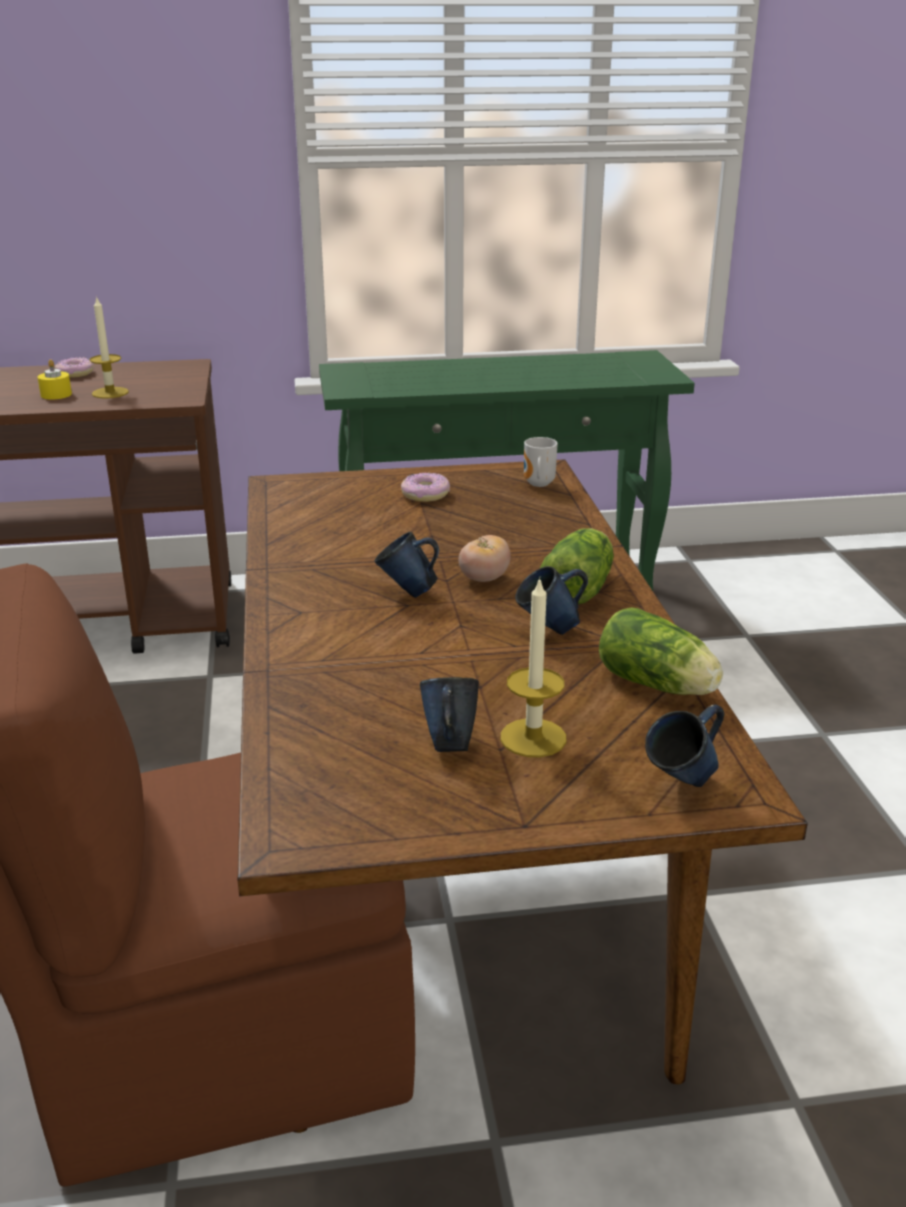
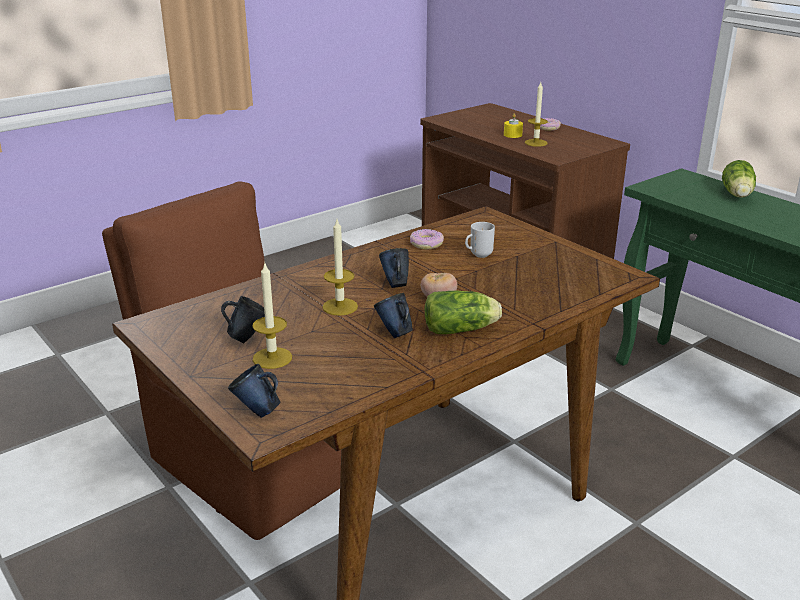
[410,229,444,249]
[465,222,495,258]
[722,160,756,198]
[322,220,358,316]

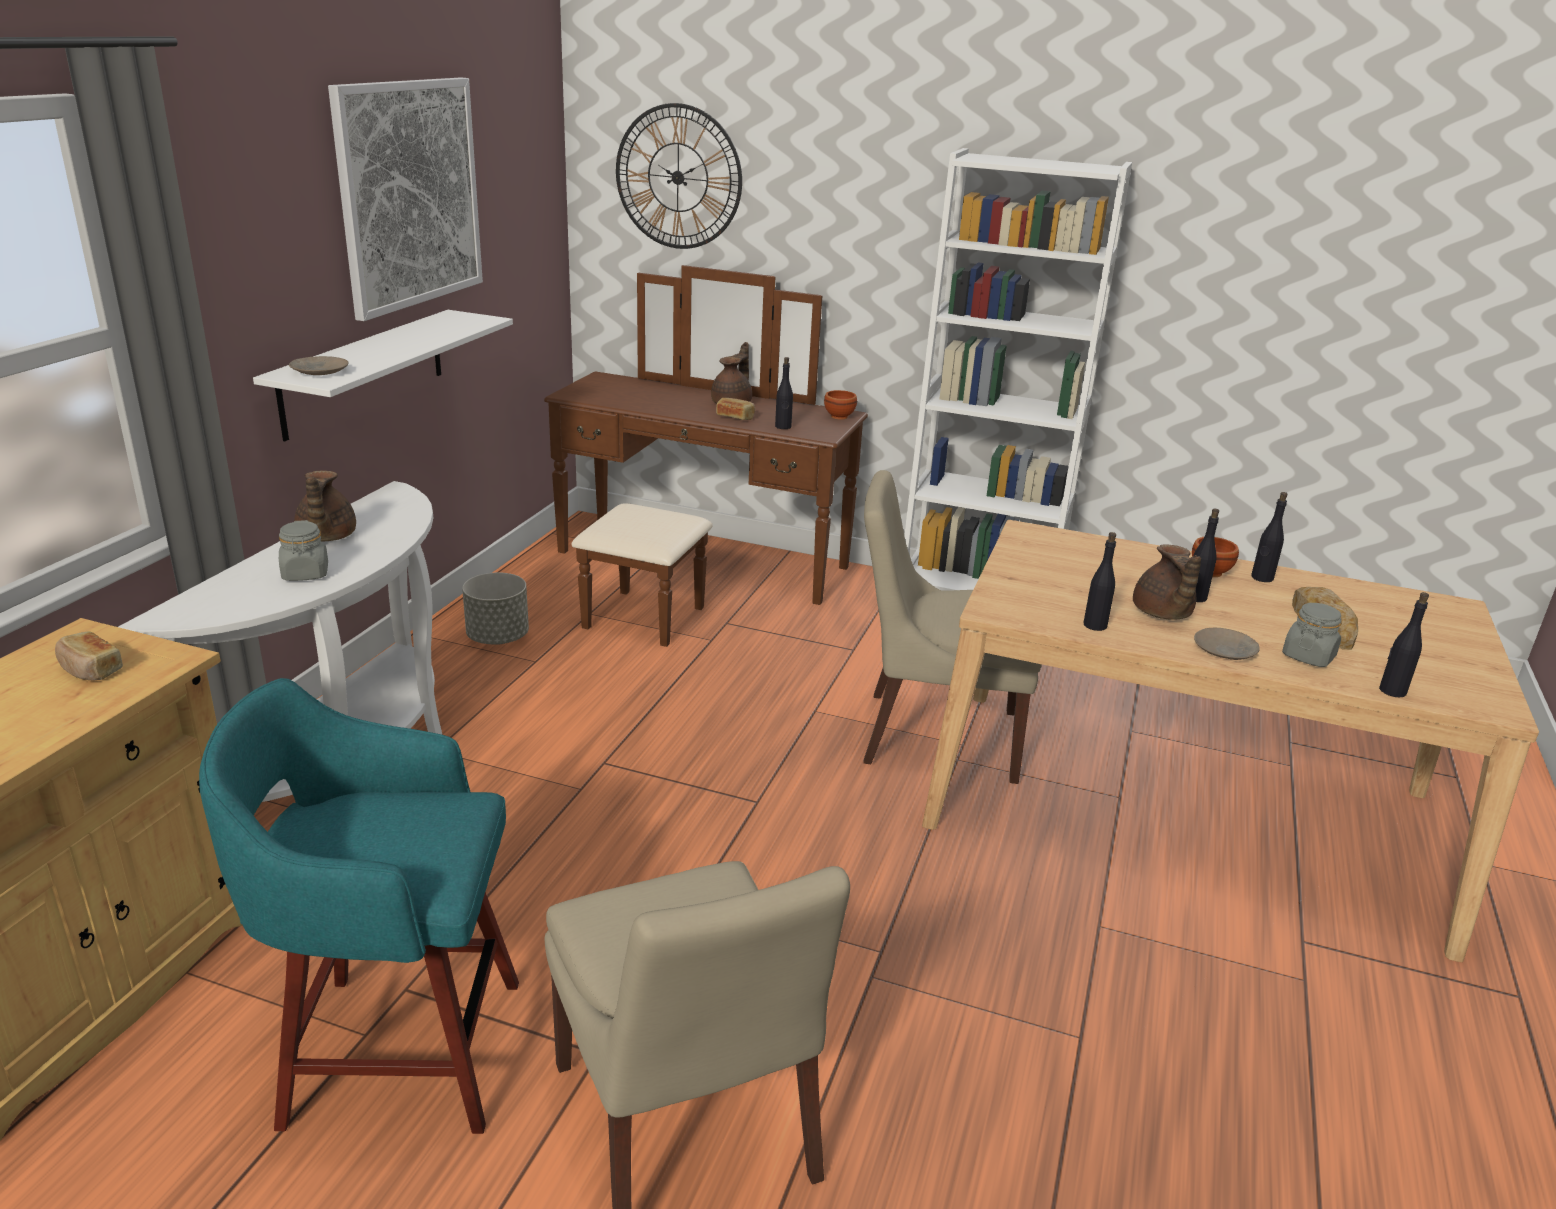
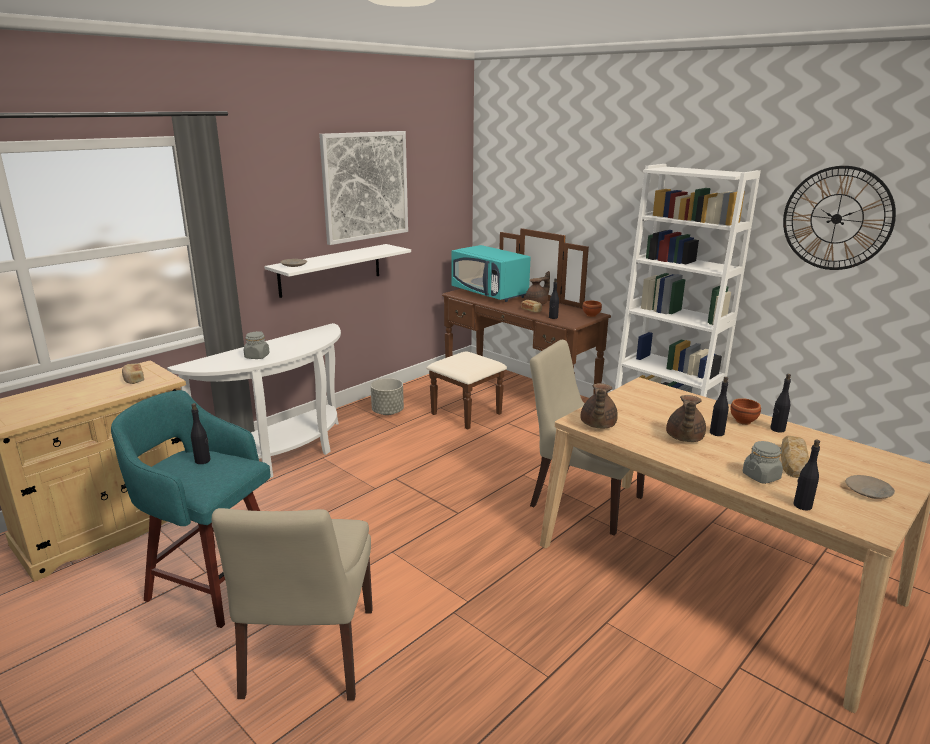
[581,383,618,428]
[783,166,896,270]
[191,403,210,464]
[846,475,895,499]
[451,245,531,302]

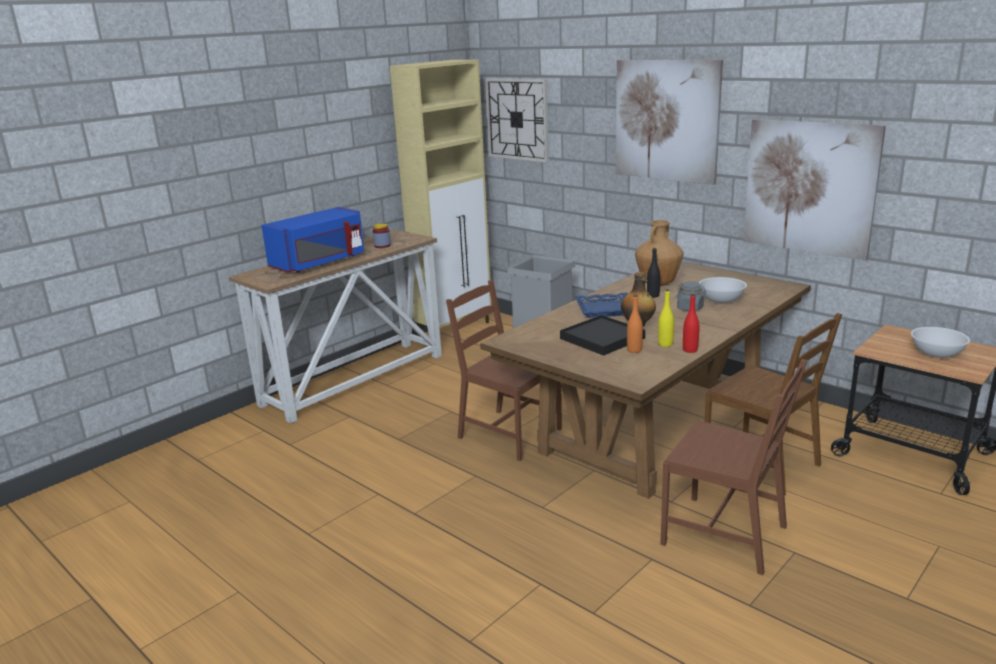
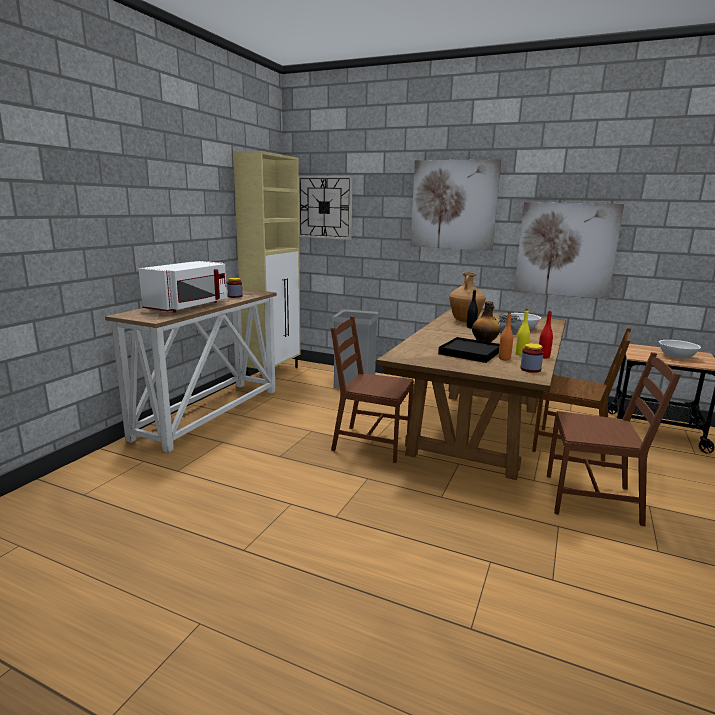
[139,261,227,312]
[575,293,628,318] (first image)
[520,343,543,373]

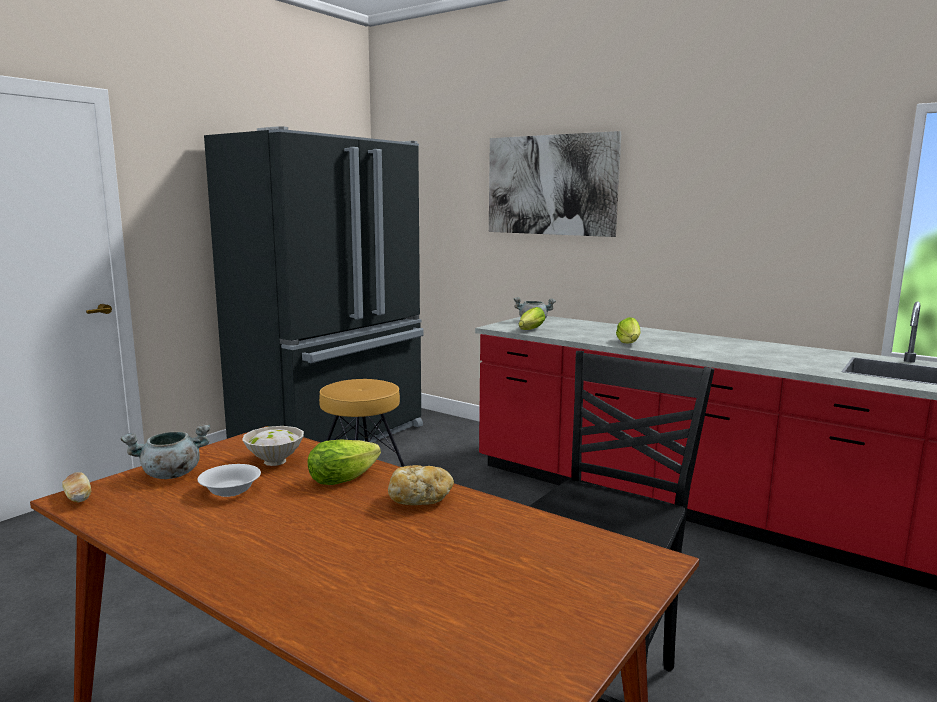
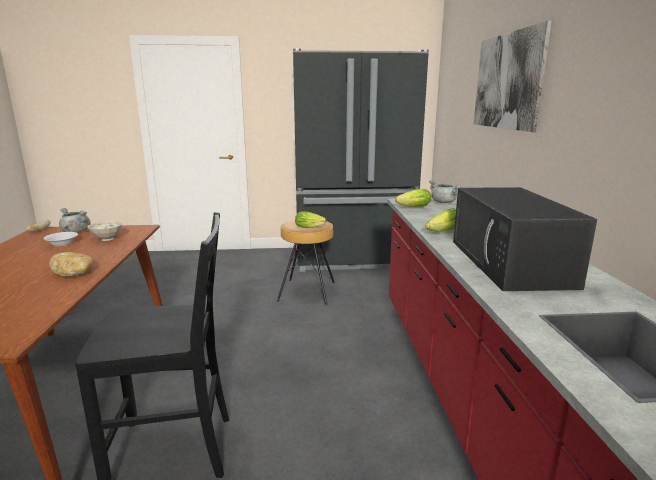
[295,211,326,228]
[453,187,597,291]

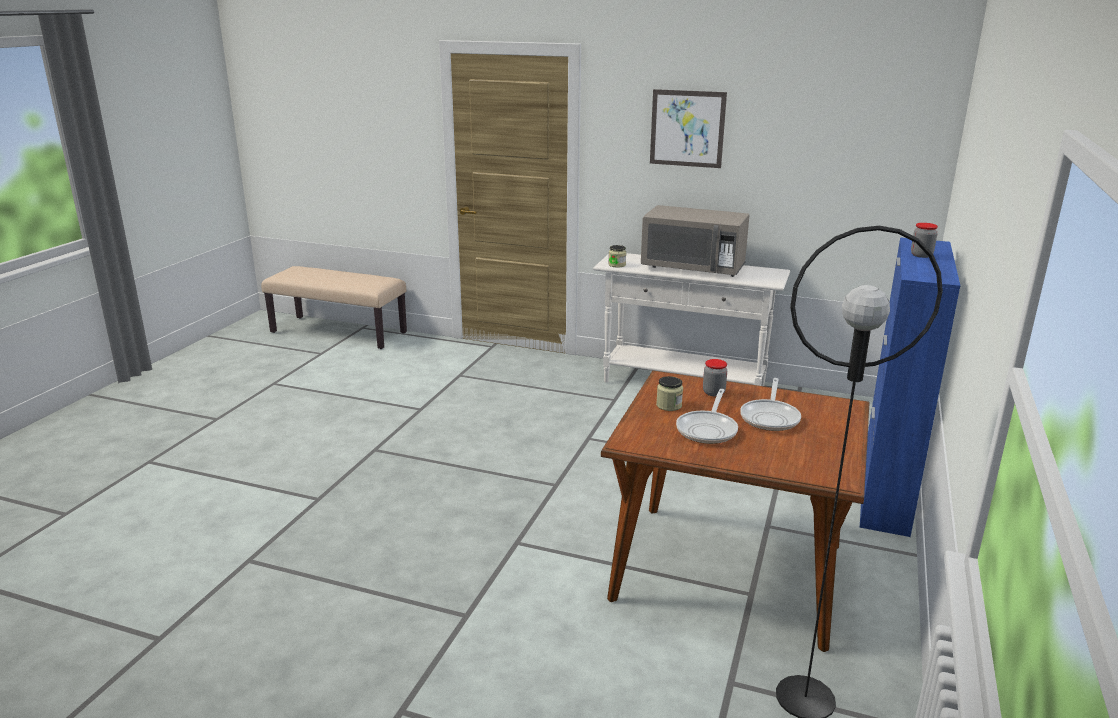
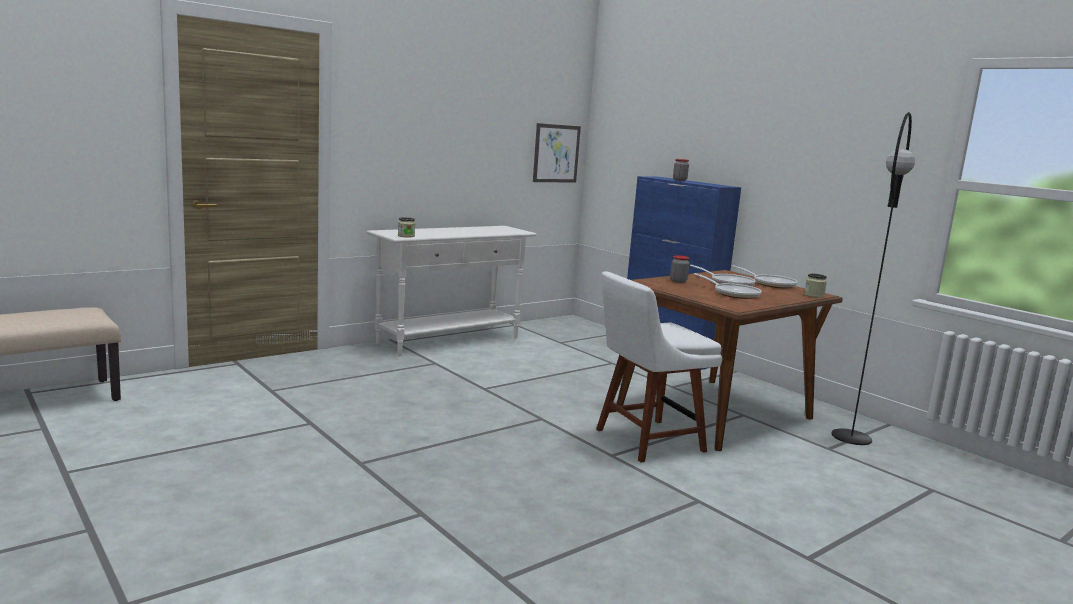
[641,205,749,277] (first image)
[533,123,581,183]
[804,273,827,298]
[596,271,722,463]
[733,265,798,288]

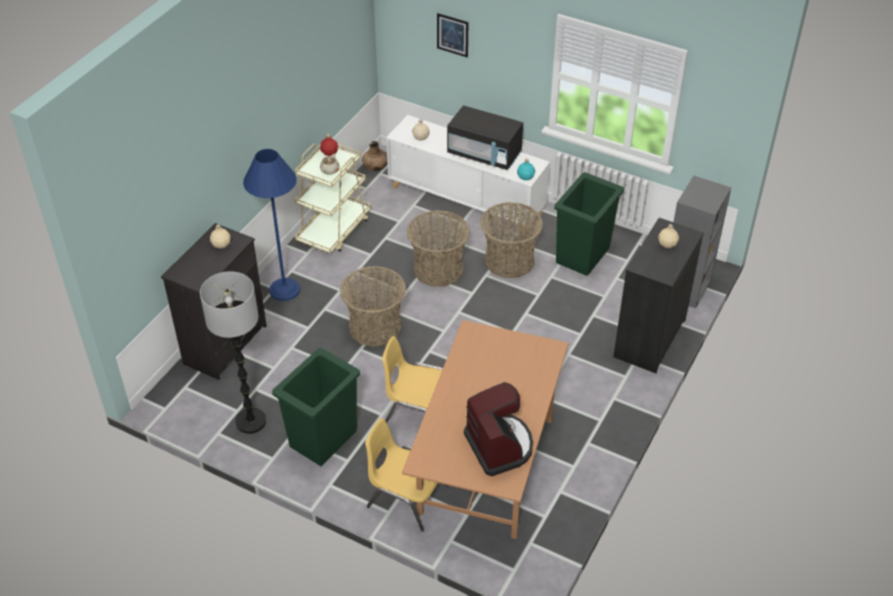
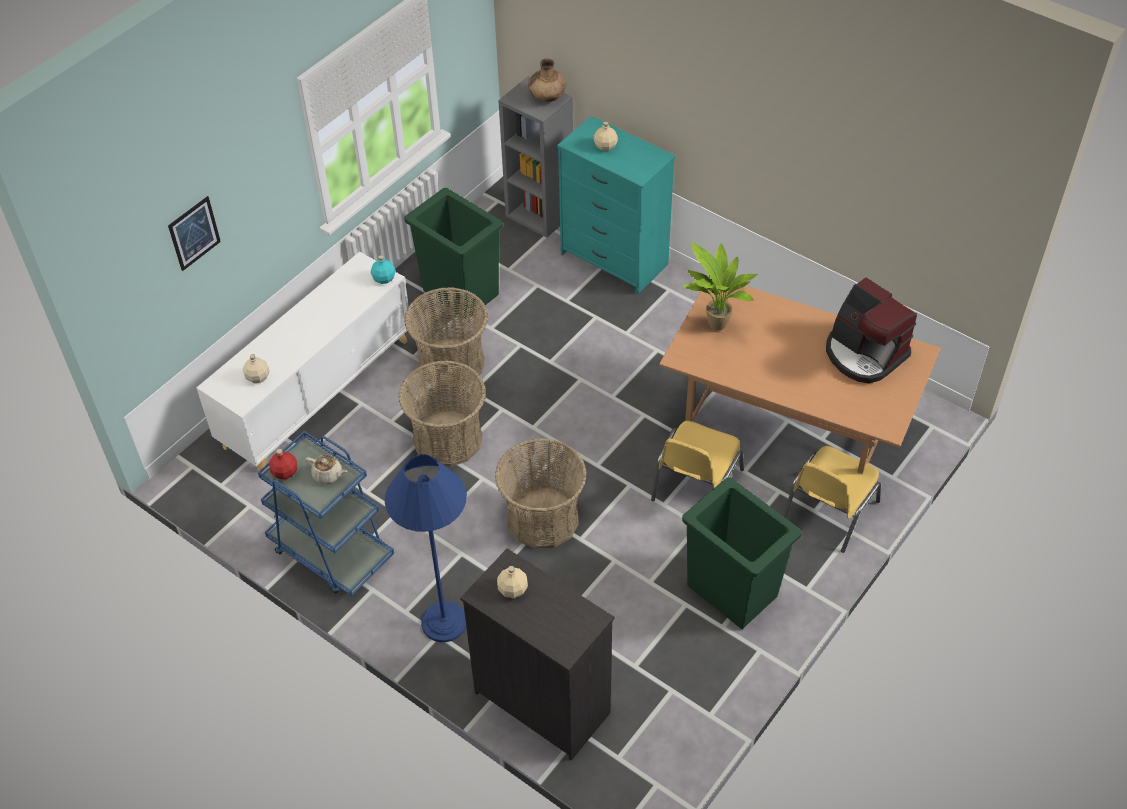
[200,271,266,434] (first image)
[258,431,394,596]
[528,58,566,102]
[447,105,523,170] (first image)
[826,277,917,383]
[557,116,675,295]
[682,242,757,330]

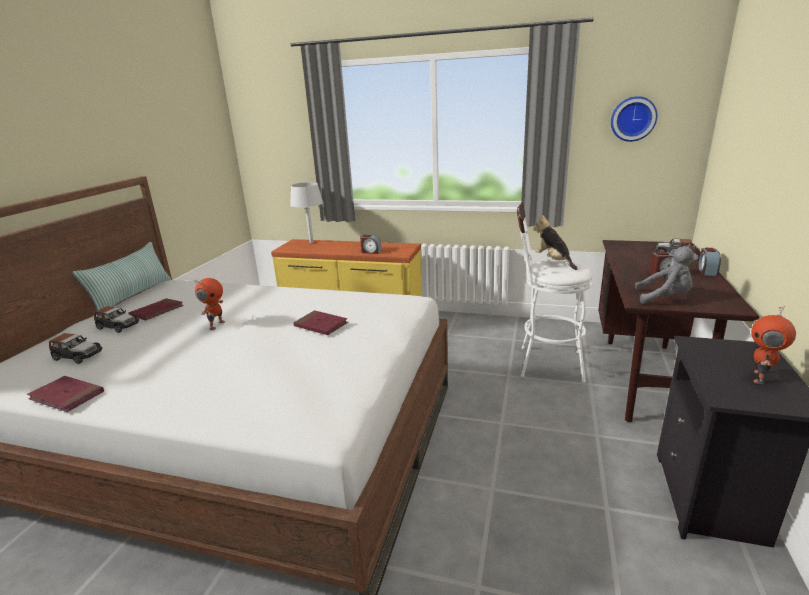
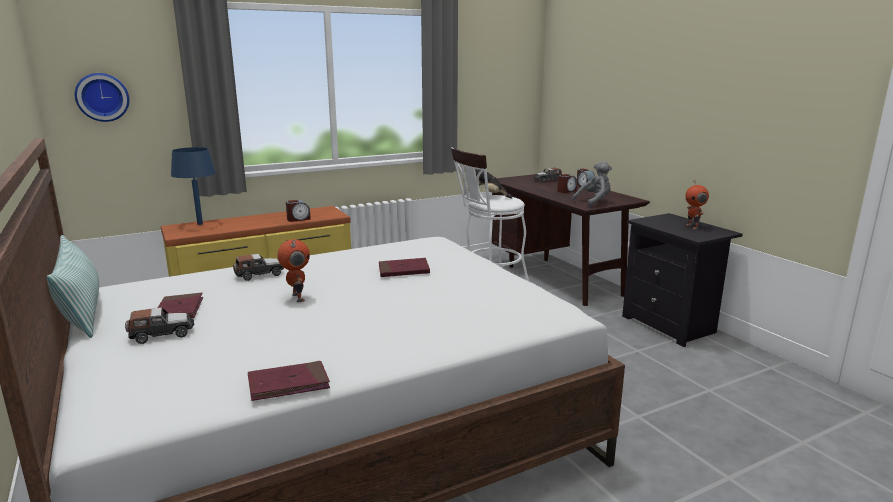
[233,254,284,281]
[171,147,216,225]
[75,73,129,122]

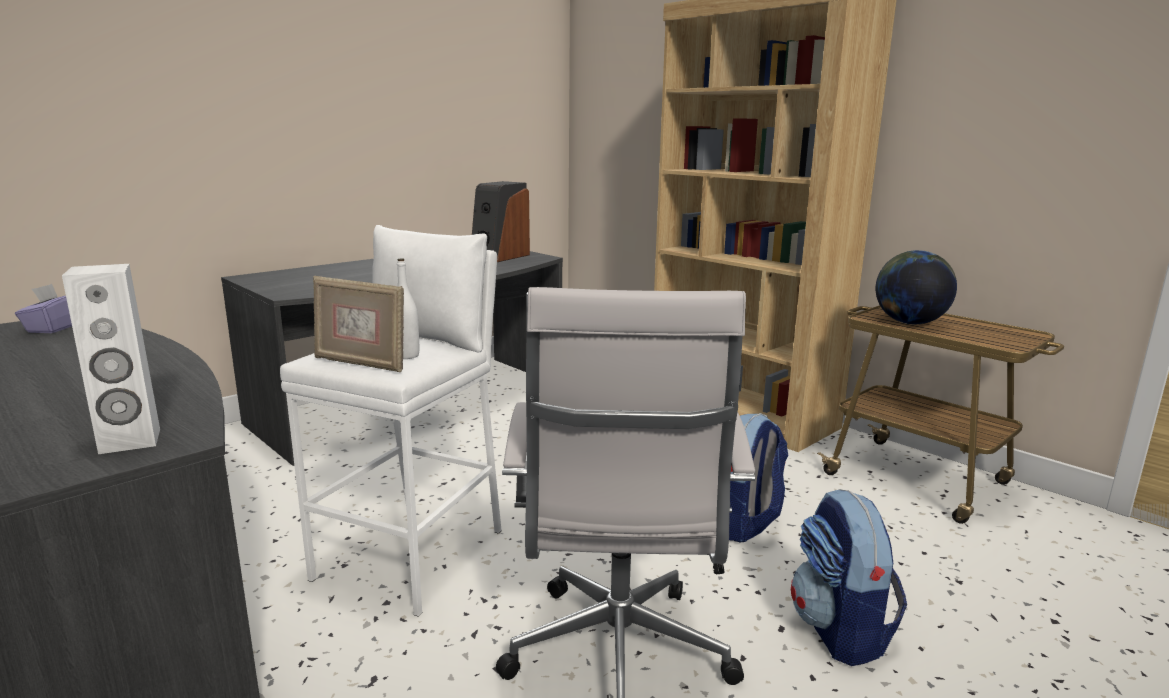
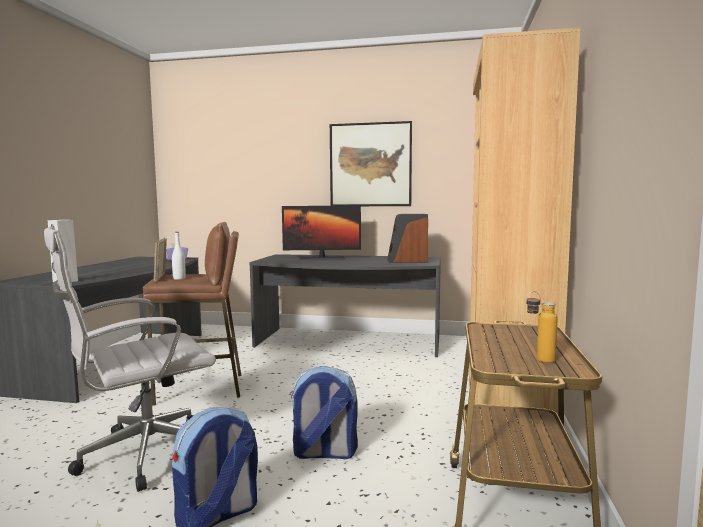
[143,222,241,406]
[876,250,957,324] (first image)
[282,206,361,260]
[330,121,412,206]
[526,291,558,363]

